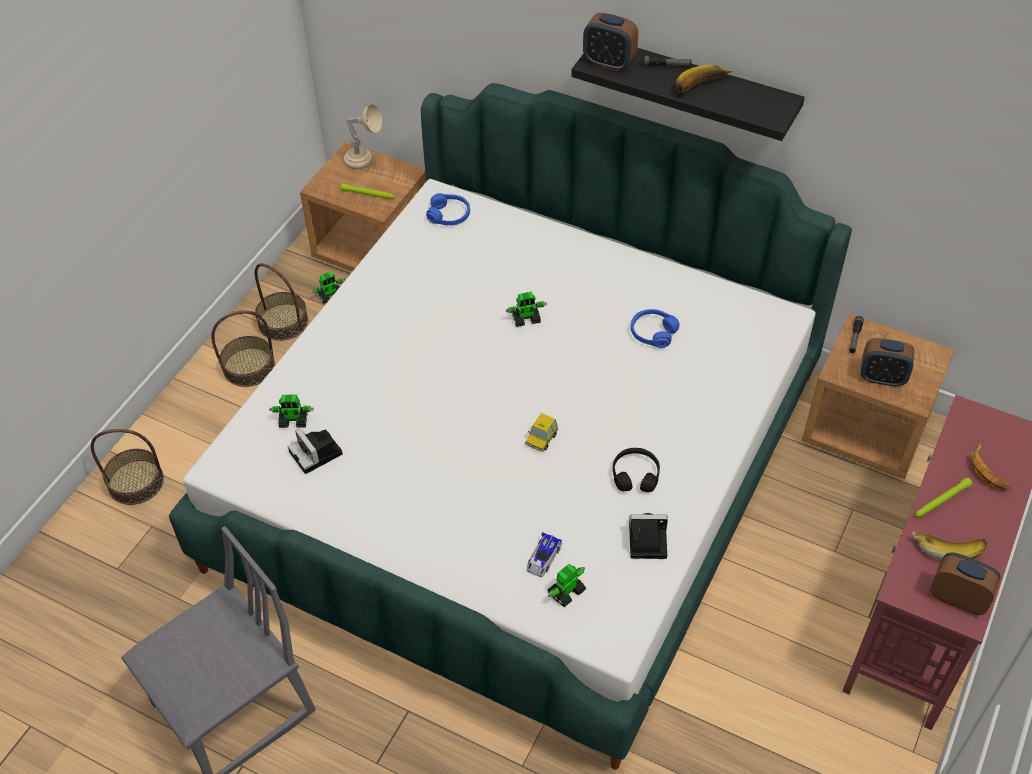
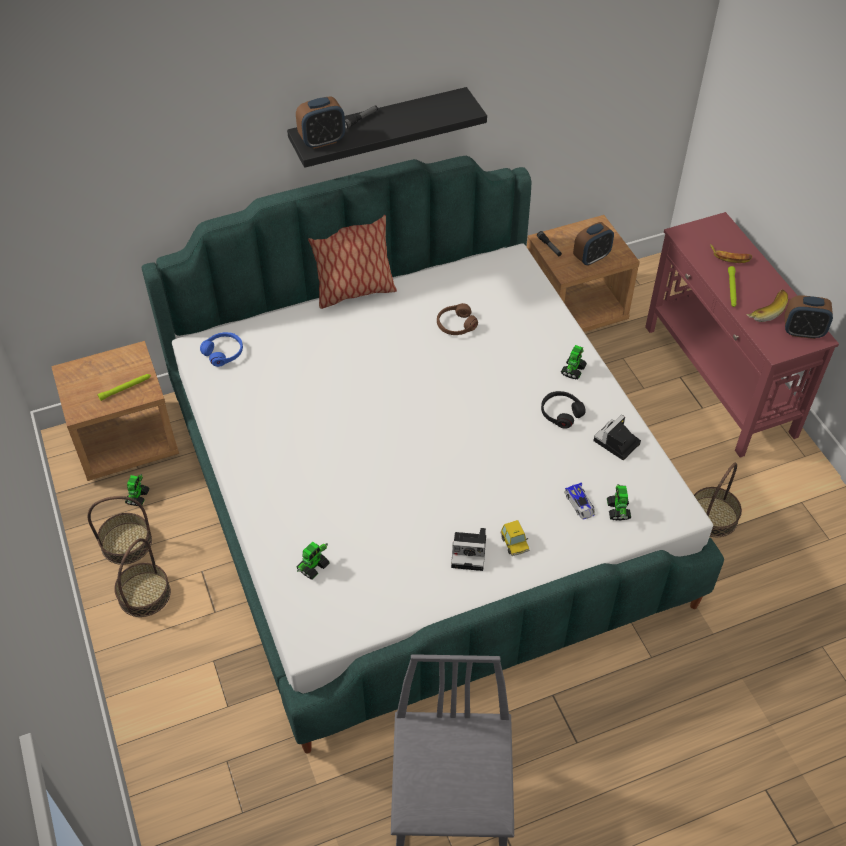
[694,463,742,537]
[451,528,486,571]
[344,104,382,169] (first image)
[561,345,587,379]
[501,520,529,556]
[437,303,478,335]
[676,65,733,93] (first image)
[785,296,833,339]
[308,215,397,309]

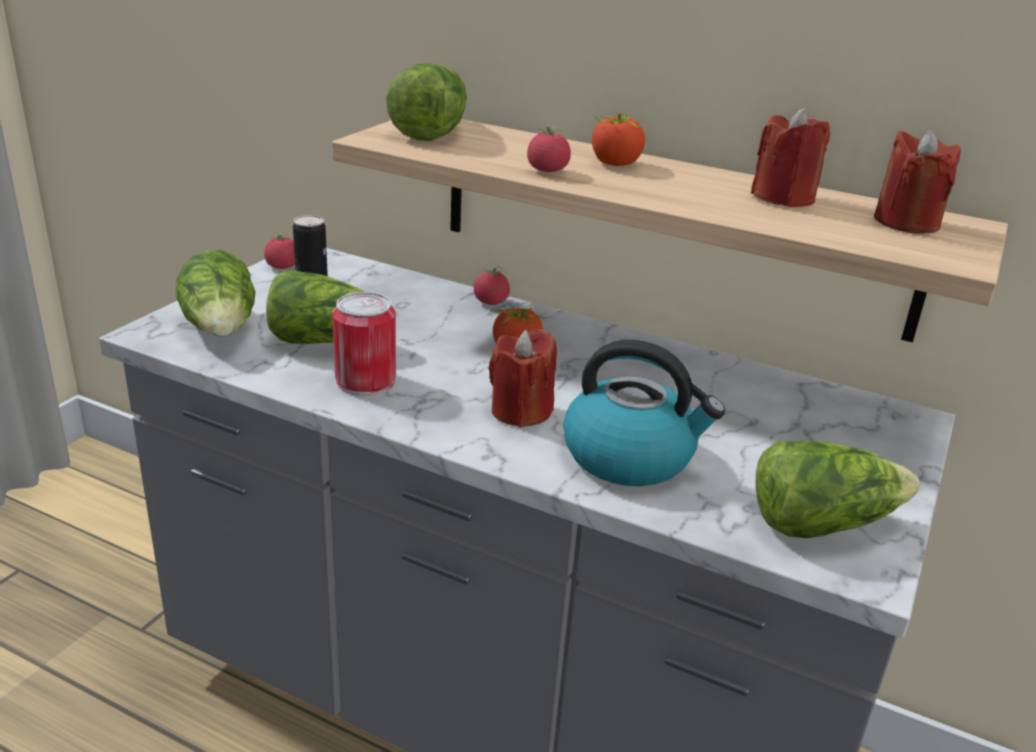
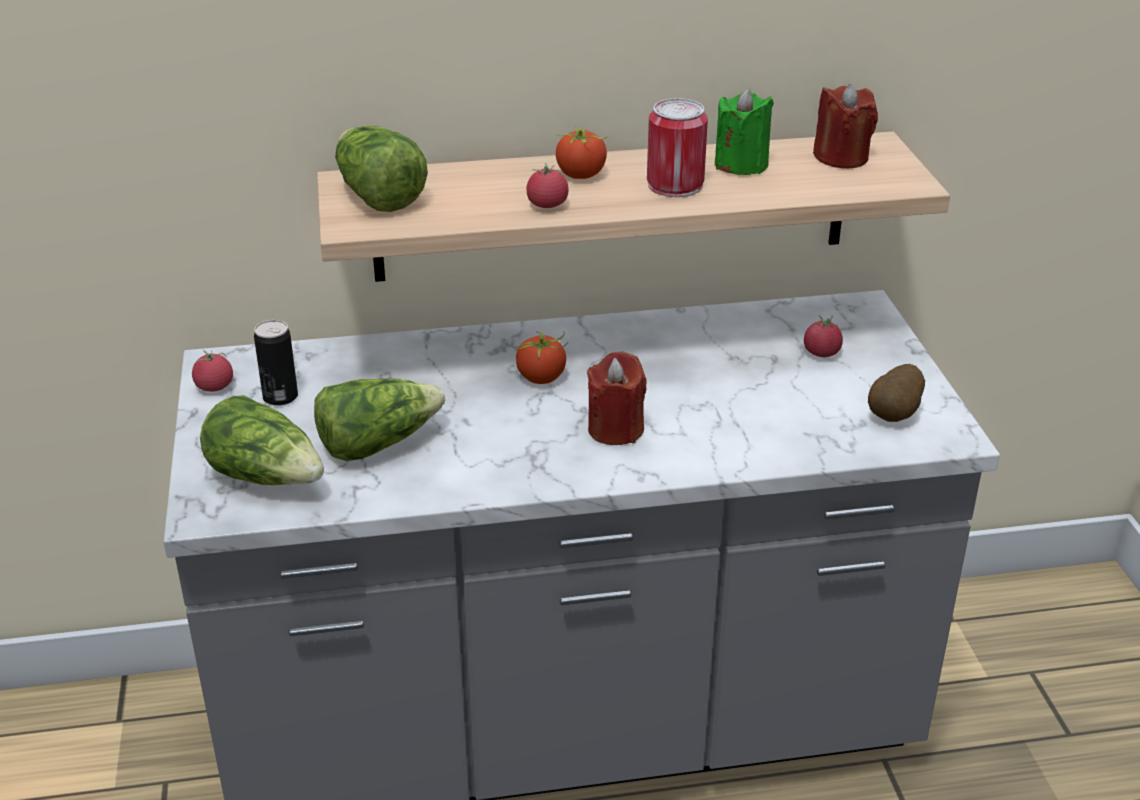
[647,98,708,197]
[804,315,843,357]
[563,339,725,486] (first image)
[715,88,774,175]
[868,364,925,422]

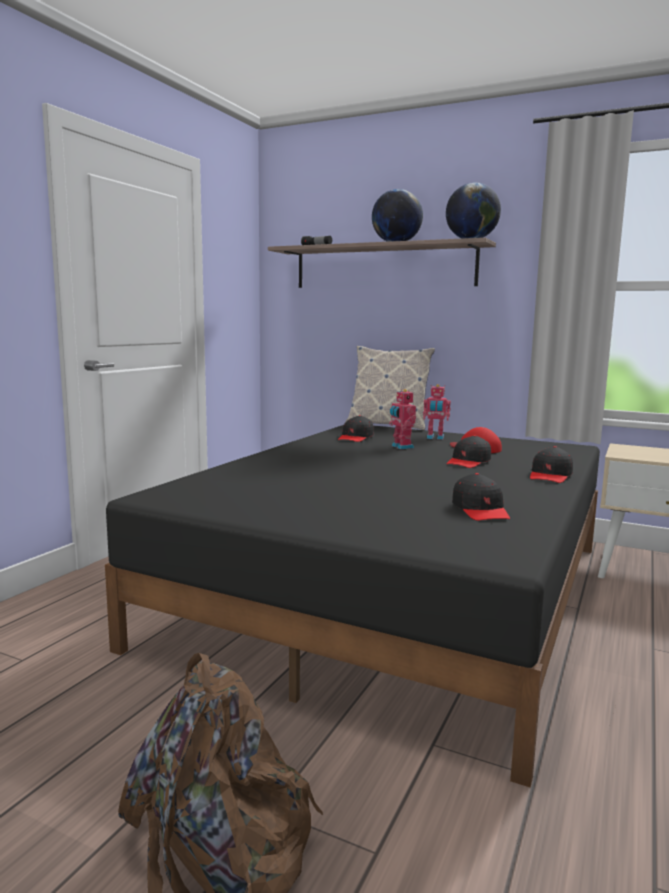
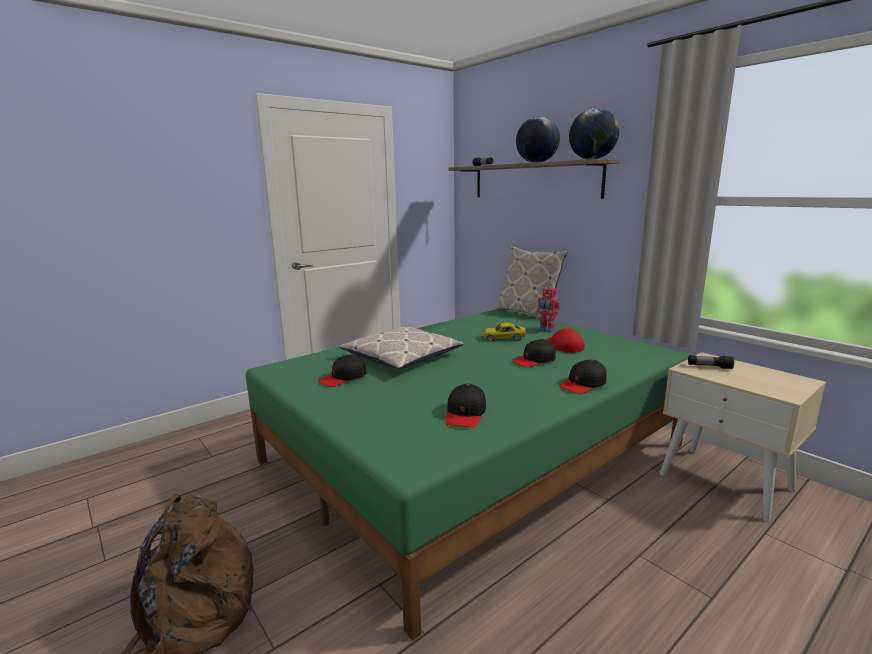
[246,309,689,641]
[318,354,366,387]
[482,323,526,341]
[339,325,464,369]
[688,355,734,369]

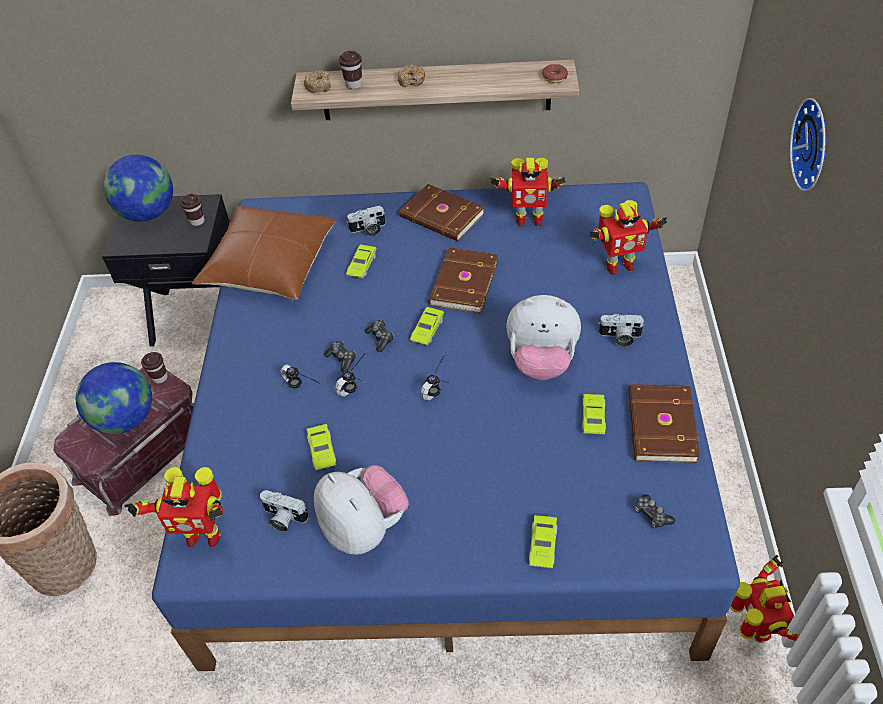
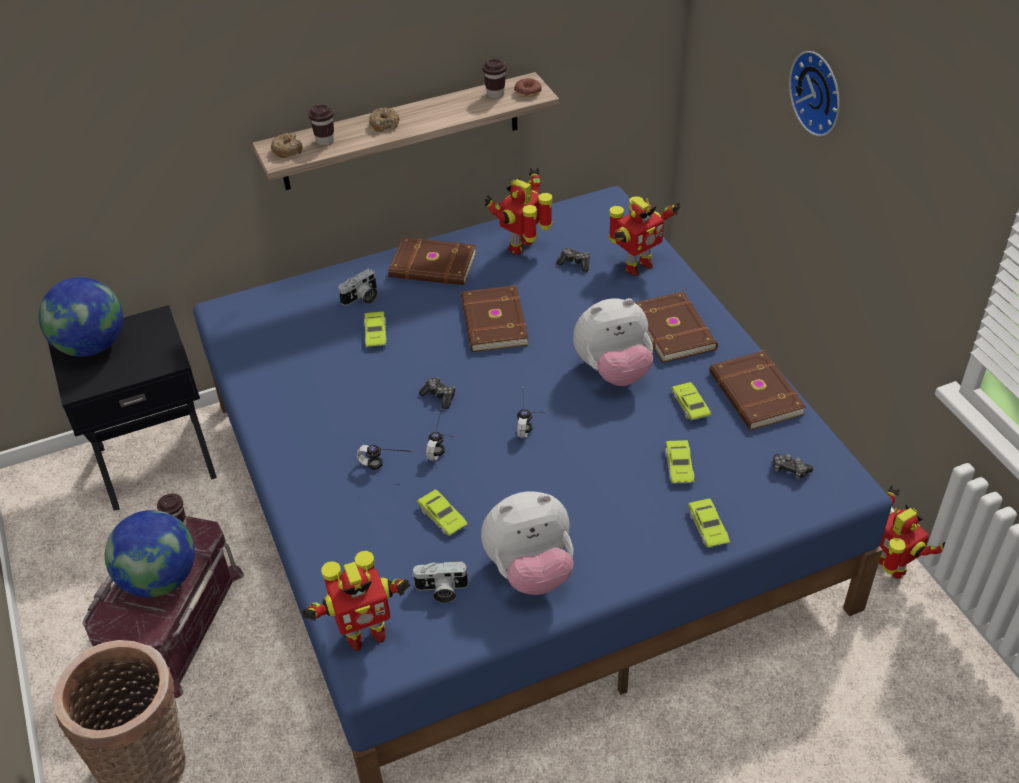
[482,59,506,99]
[192,206,335,300] (first image)
[481,491,573,595]
[556,248,590,272]
[665,440,695,483]
[484,168,553,254]
[634,291,718,363]

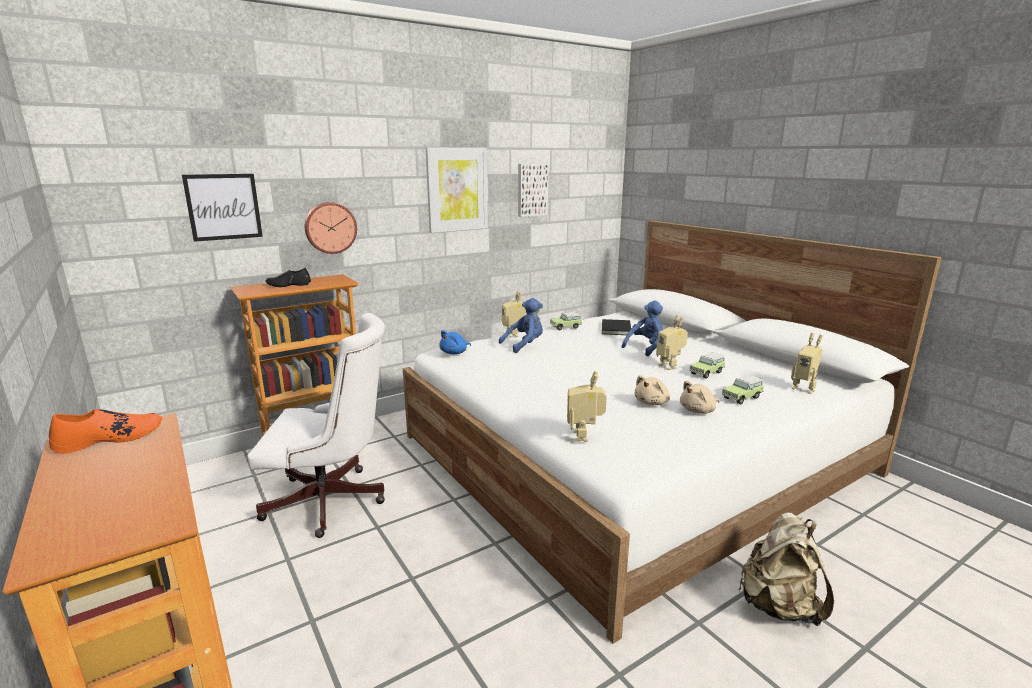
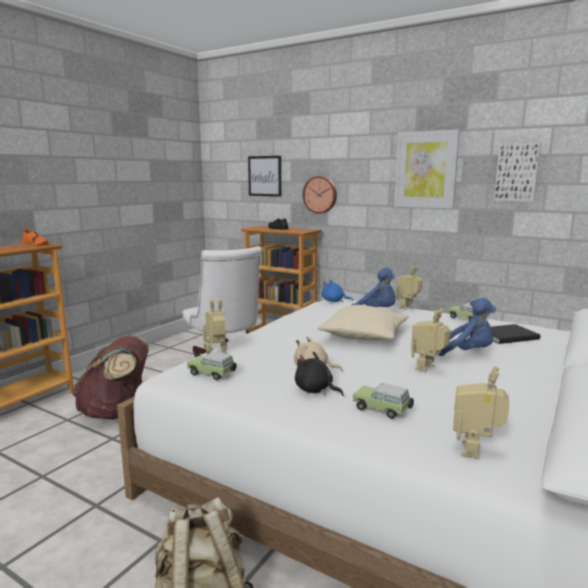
[295,352,344,396]
[187,352,237,380]
[72,336,149,420]
[317,305,409,340]

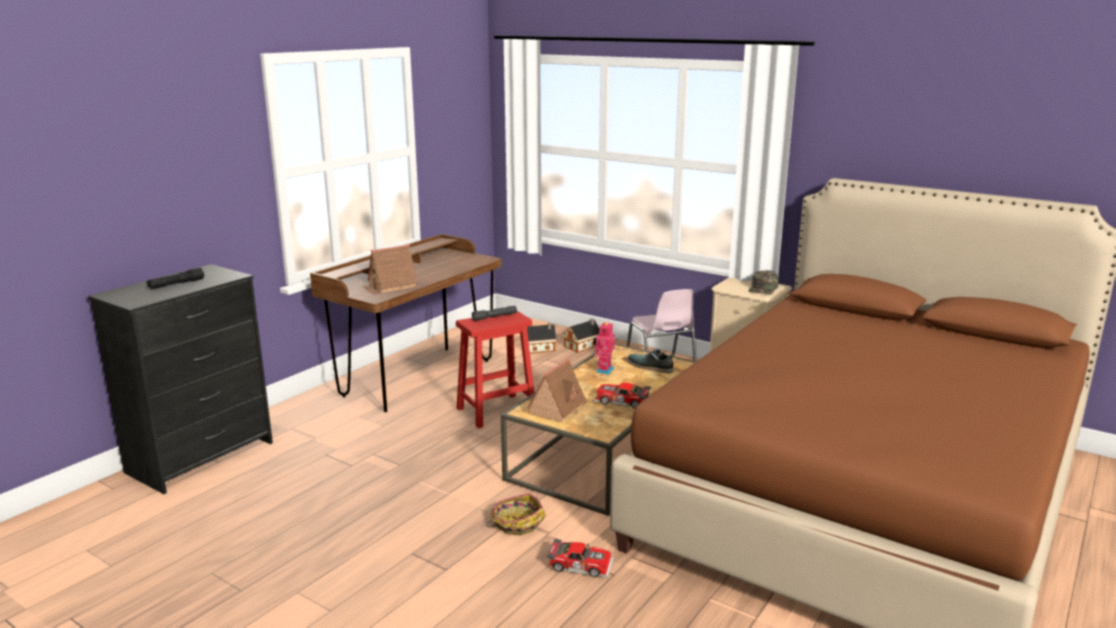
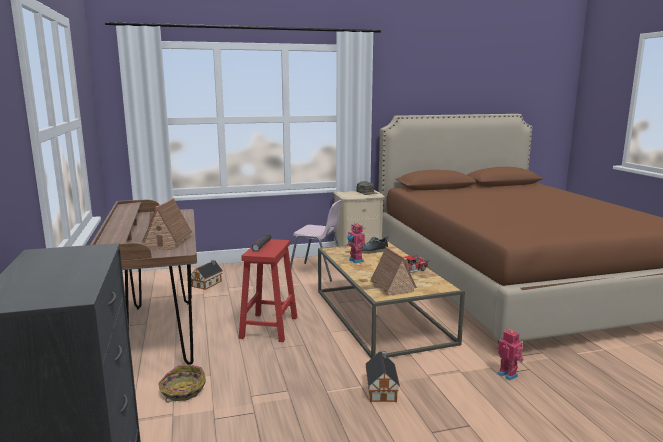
[147,268,204,289] (first image)
[159,365,206,402]
[497,328,524,380]
[365,351,400,402]

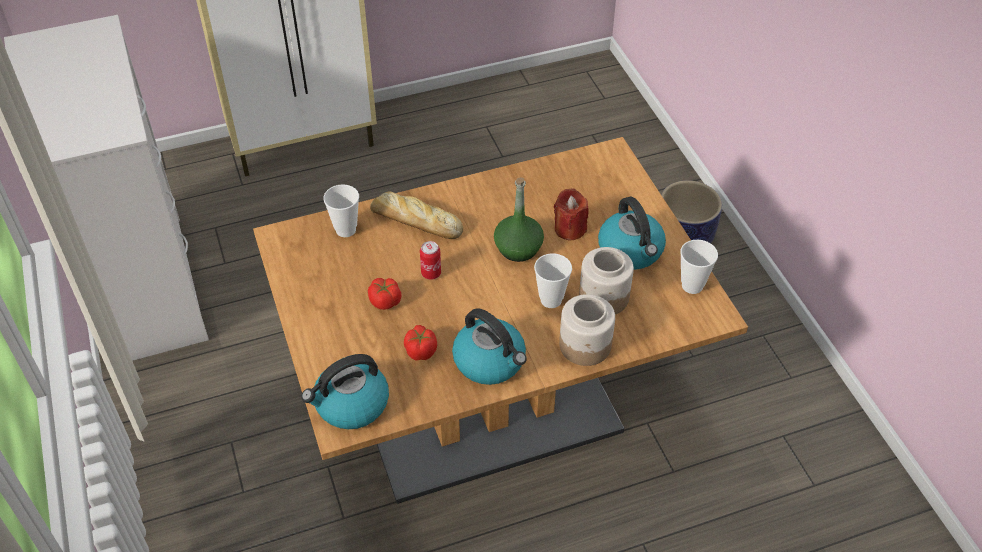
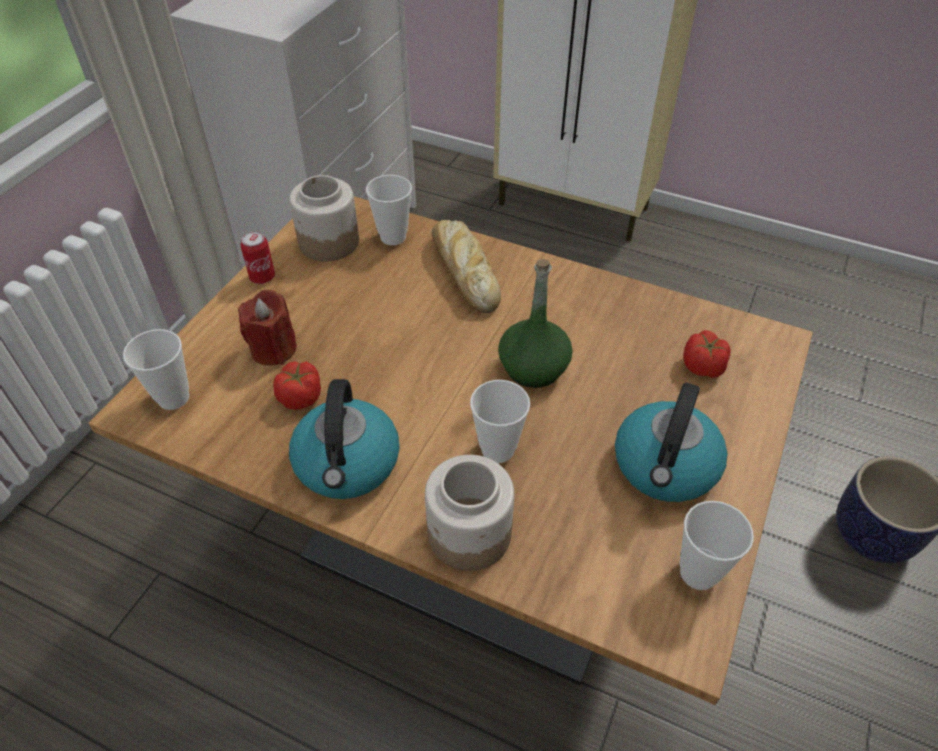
[123,329,189,410]
[683,330,731,378]
[241,231,275,284]
[238,290,297,366]
[289,175,359,261]

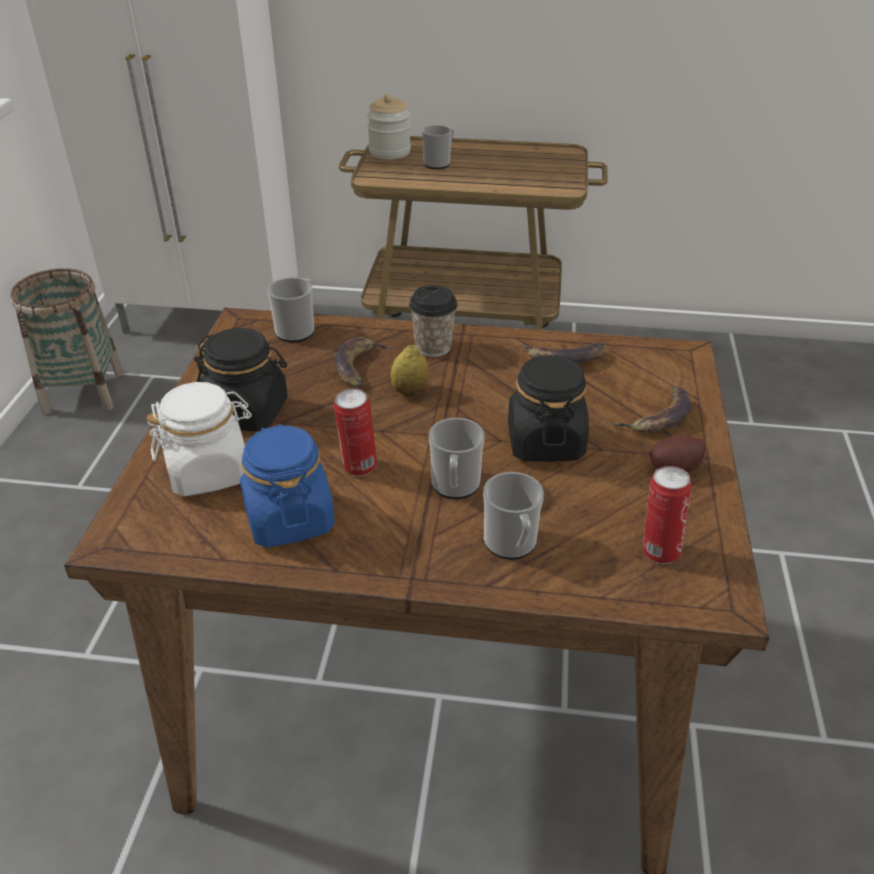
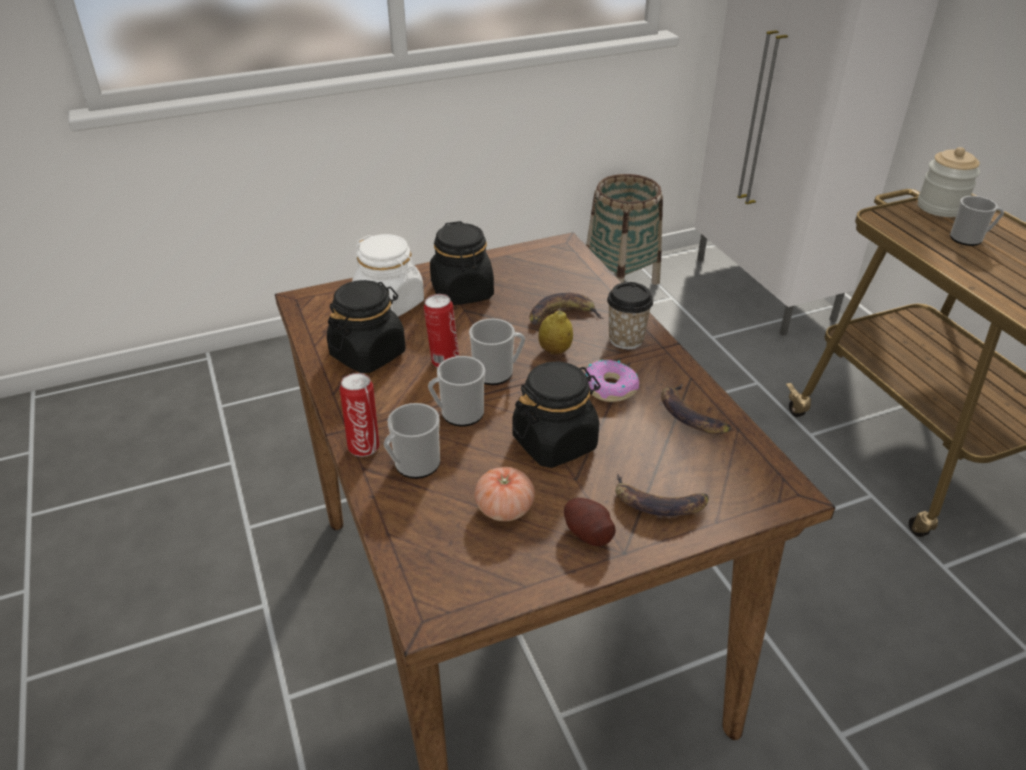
[327,280,406,373]
[469,318,525,385]
[340,373,380,457]
[474,467,535,521]
[585,360,639,402]

